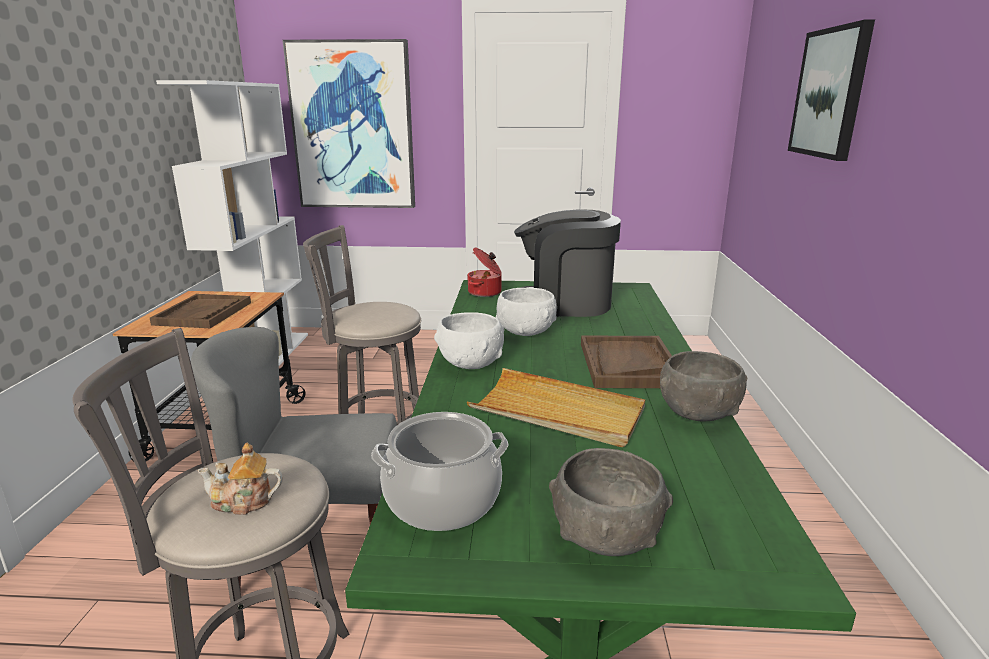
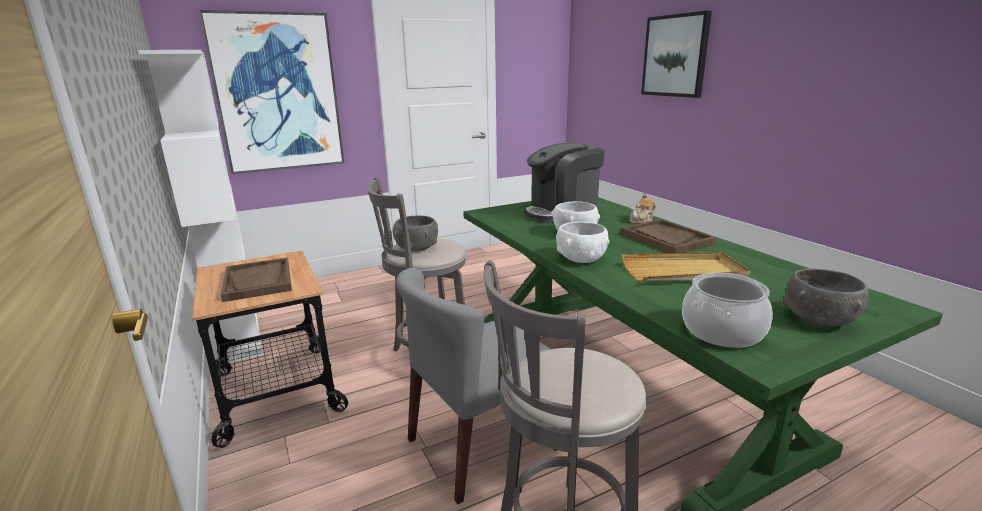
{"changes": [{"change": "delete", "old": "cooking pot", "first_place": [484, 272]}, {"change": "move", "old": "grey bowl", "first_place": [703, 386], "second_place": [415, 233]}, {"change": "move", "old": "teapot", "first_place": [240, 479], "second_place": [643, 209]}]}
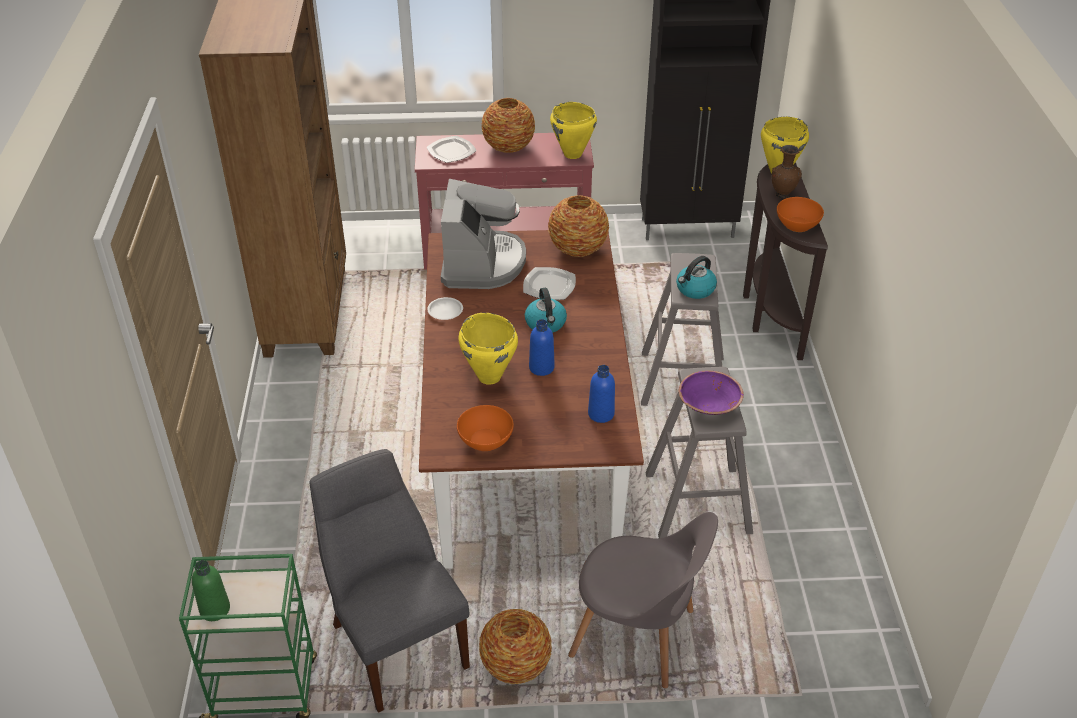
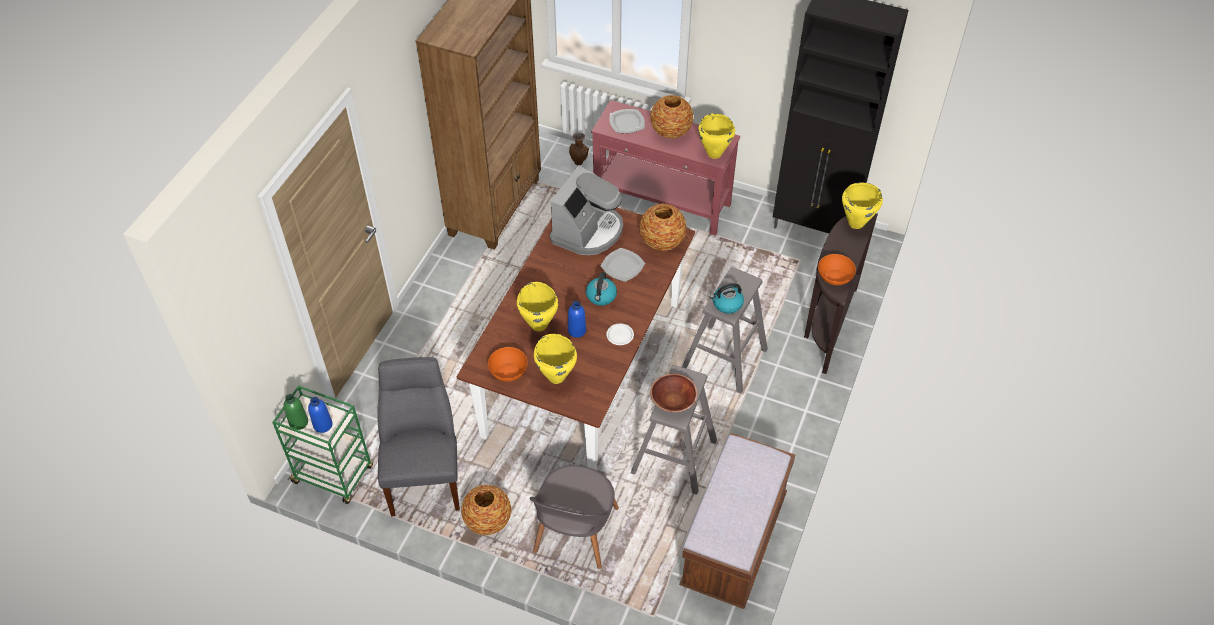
{"changes": [{"change": "move", "old": "brown vase", "first_place": [787, 172], "second_place": [579, 148]}, {"change": "move", "old": "white plate", "first_place": [445, 308], "second_place": [620, 334]}, {"change": "move", "old": "blue bottle", "first_place": [601, 394], "second_place": [320, 415]}, {"change": "recolor", "old": "purple bowl", "new": "brown bowl", "first_place": [711, 393], "second_place": [674, 393]}, {"change": "rotate", "old": "grey chair", "first_place": [643, 600], "second_place": [574, 517], "degrees": 60}, {"change": "insert", "new": "yellow cooking pot", "second_place": [555, 359]}, {"change": "insert", "new": "brown bench", "second_place": [737, 521]}]}
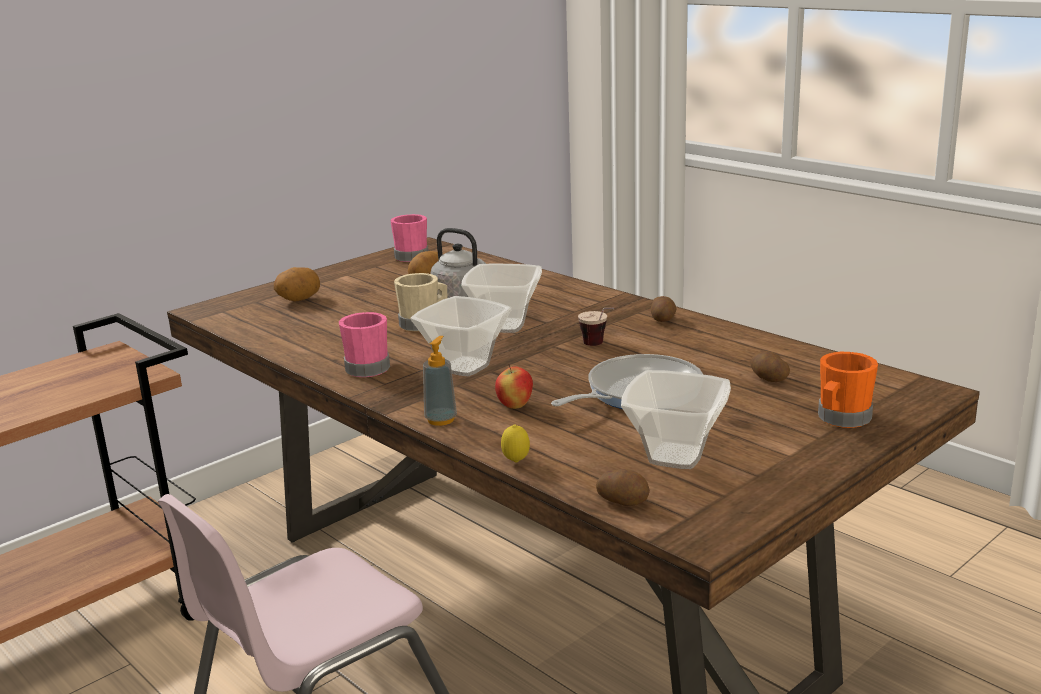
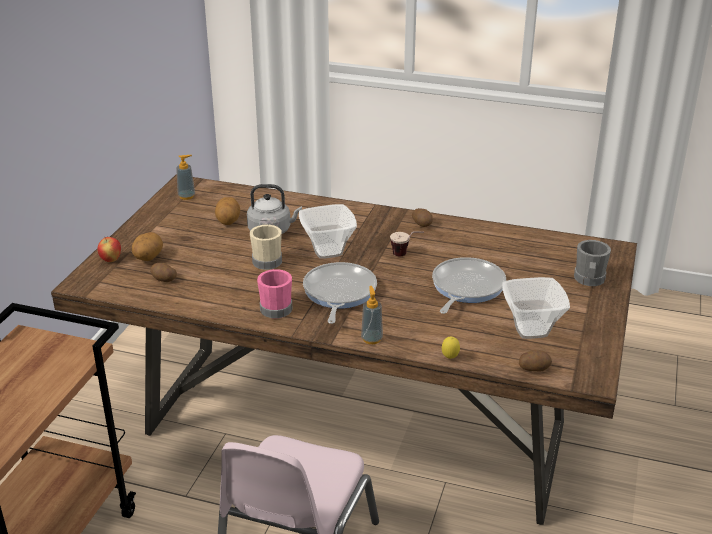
{"changes": [{"change": "replace", "old": "pink mug", "new": "soap dispenser", "first_place": [409, 238], "second_place": [185, 177]}, {"change": "replace", "old": "bowl", "new": "frying pan", "first_place": [461, 336], "second_place": [340, 293]}, {"change": "move", "old": "potato", "first_place": [770, 366], "second_place": [163, 272]}, {"change": "recolor", "old": "orange mug", "new": "grey mug", "first_place": [848, 390], "second_place": [592, 263]}, {"change": "move", "old": "apple", "first_place": [514, 386], "second_place": [109, 249]}]}
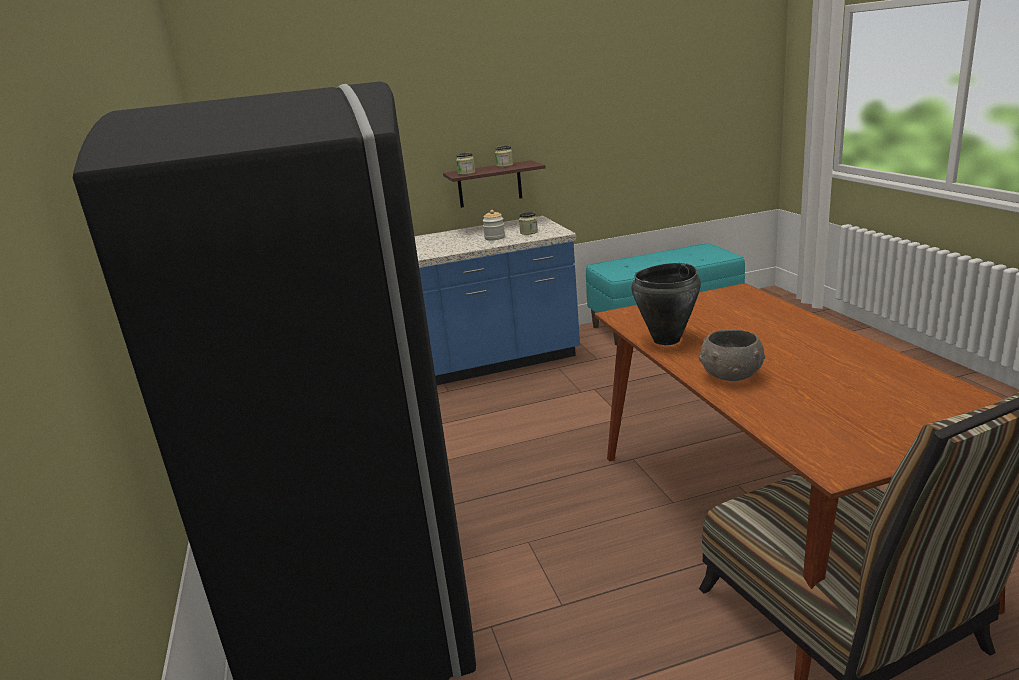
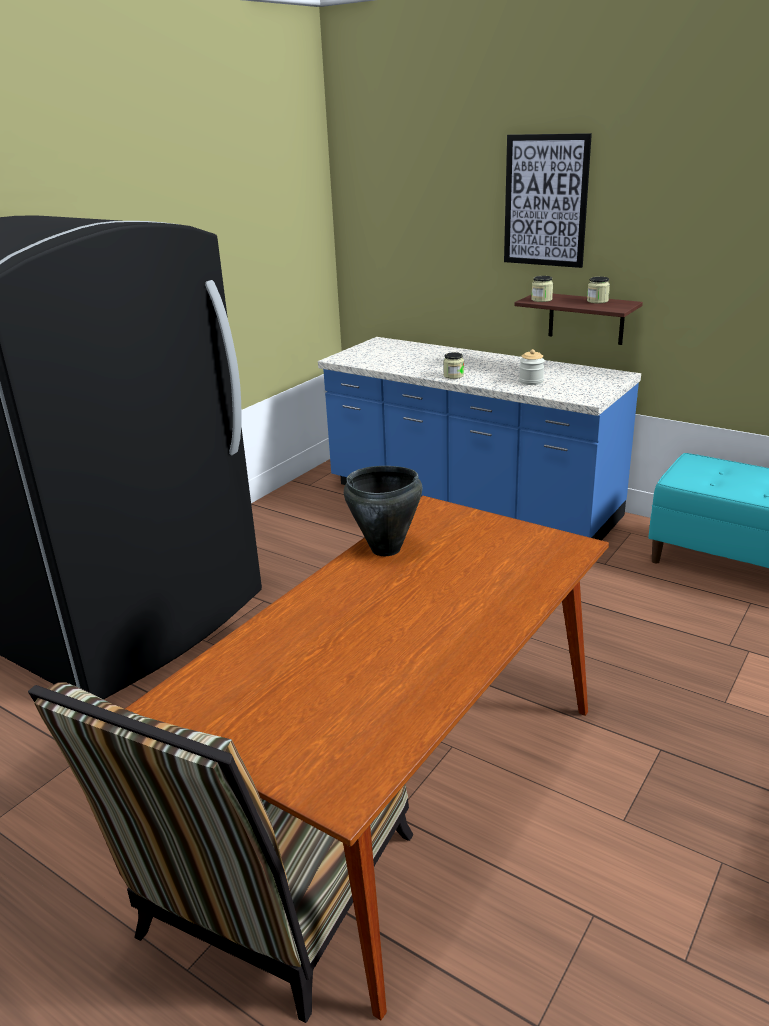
{"changes": [{"change": "move", "old": "jar", "first_place": [528, 223], "second_place": [453, 365]}, {"change": "delete", "old": "grey bowl", "first_place": [732, 355]}, {"change": "insert", "new": "picture", "second_place": [548, 200]}]}
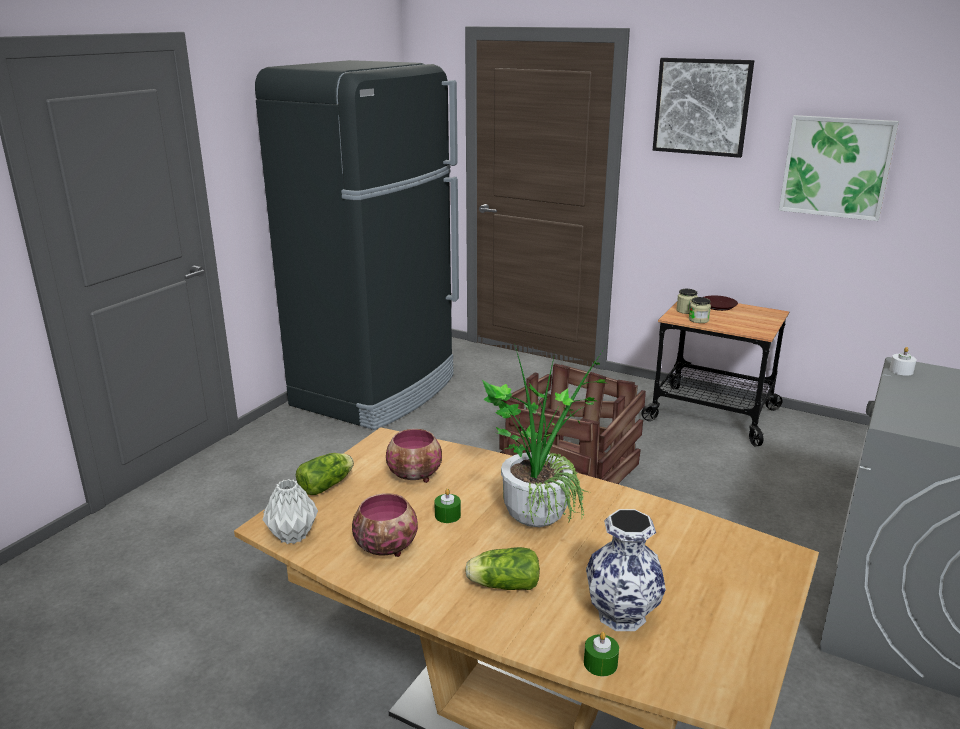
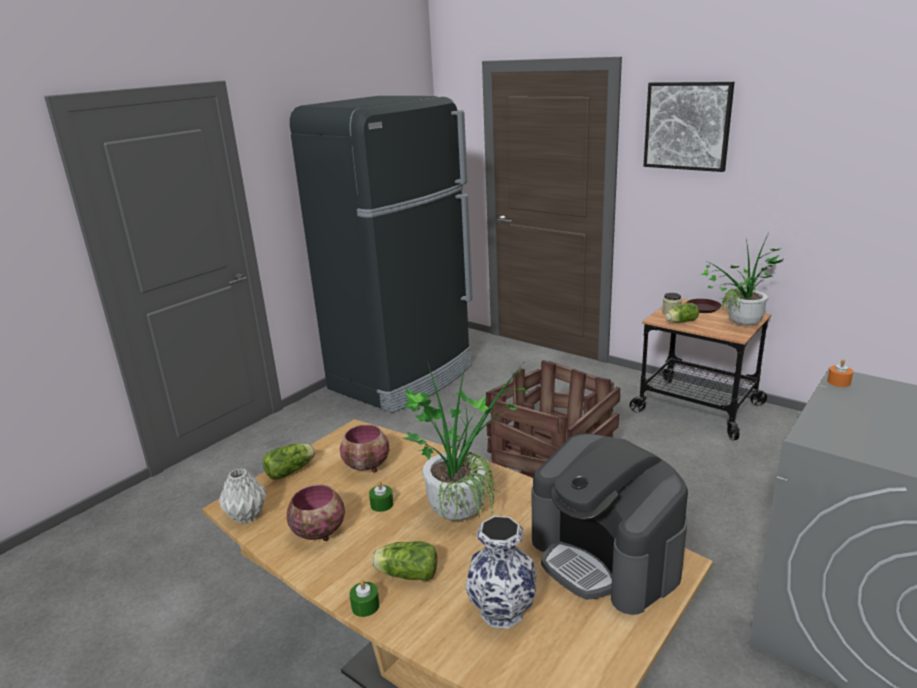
{"changes": [{"change": "delete", "old": "picture", "first_place": [839, 168]}, {"change": "replace", "old": "jar", "new": "lettuce", "first_place": [700, 310], "second_place": [682, 313]}, {"change": "recolor", "old": "white candle", "new": "orange candle", "first_place": [903, 361], "second_place": [840, 373]}, {"change": "move", "old": "green candle", "first_place": [601, 654], "second_place": [364, 598]}, {"change": "insert", "new": "potted plant", "second_place": [742, 278]}, {"change": "insert", "new": "coffee machine", "second_place": [609, 524]}]}
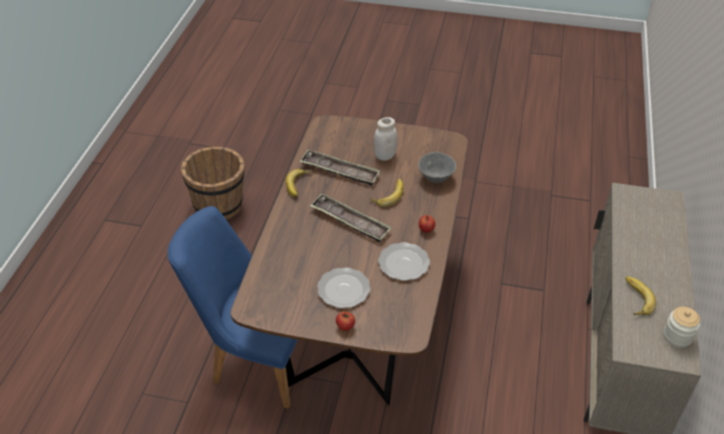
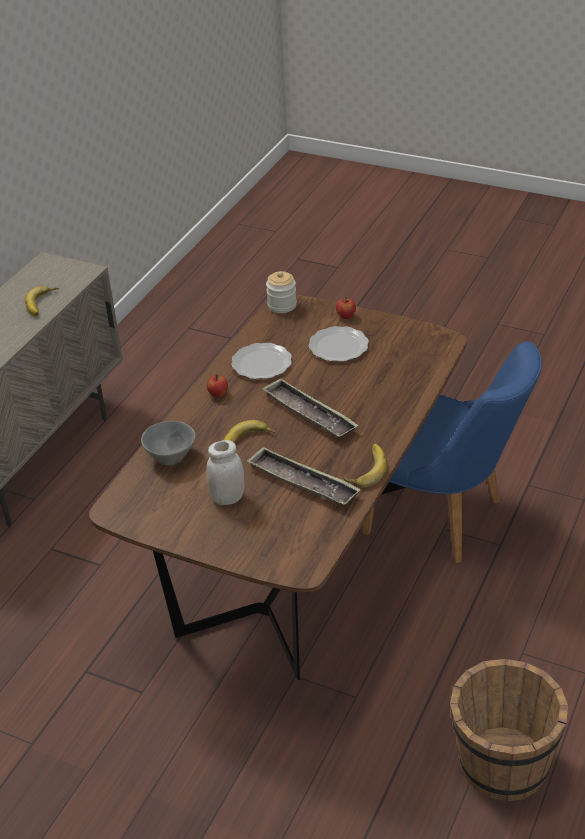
{"changes": [{"change": "move", "old": "jar", "first_place": [682, 327], "second_place": [281, 292]}]}
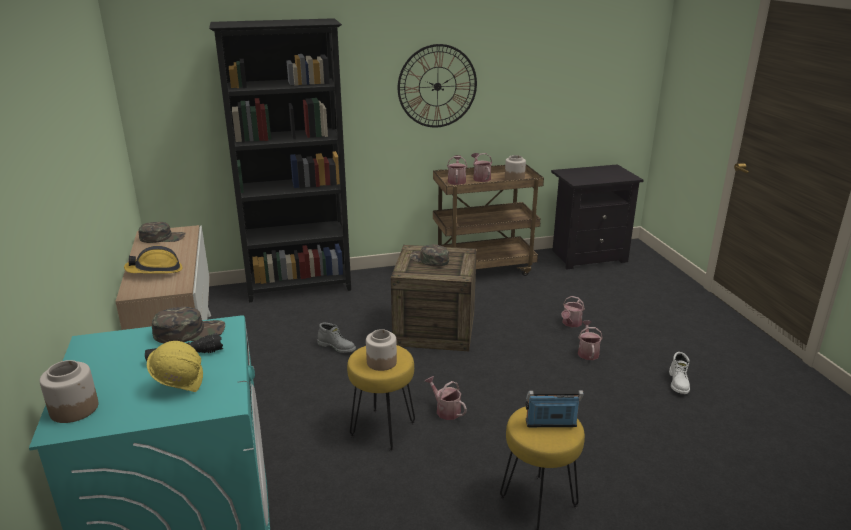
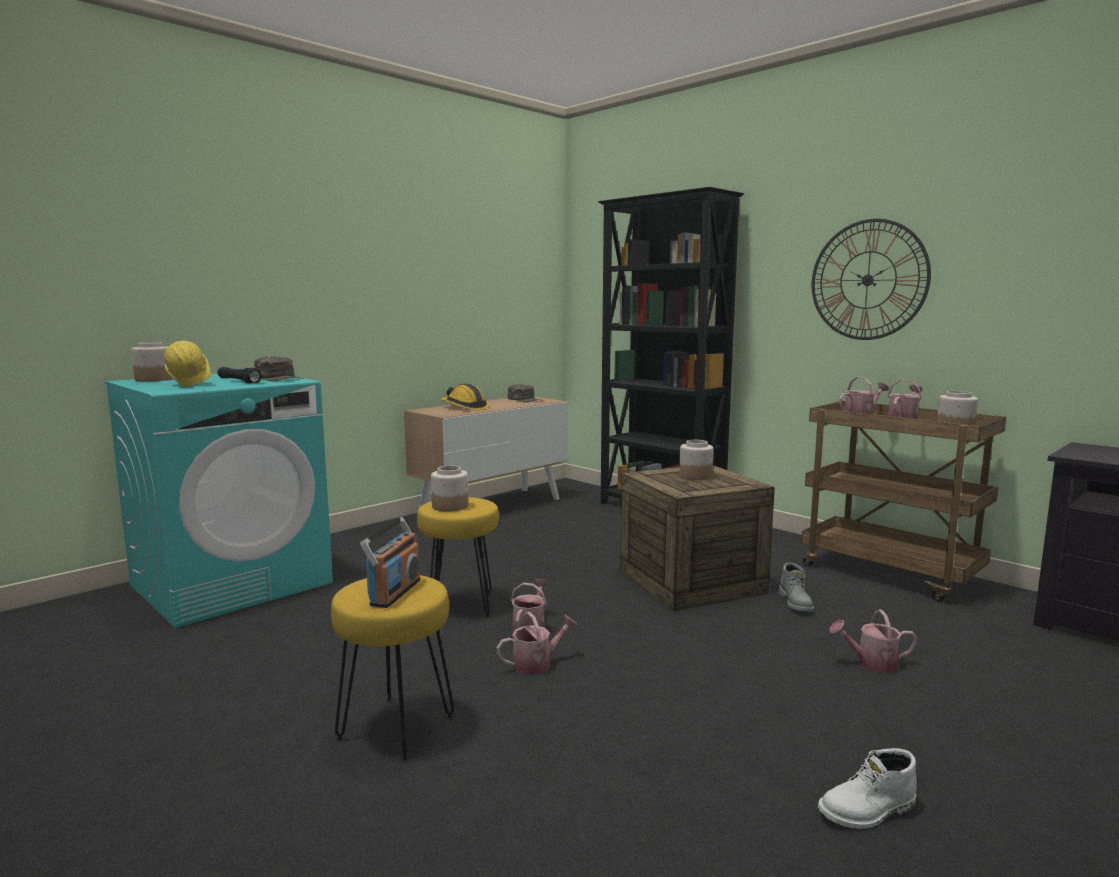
{"changes": [{"change": "replace", "old": "green cap", "new": "jar", "first_place": [429, 255], "second_place": [696, 460]}, {"change": "move", "old": "watering can", "first_place": [590, 340], "second_place": [537, 643]}, {"change": "move", "old": "grey boot", "first_place": [337, 338], "second_place": [796, 587]}, {"change": "rotate", "old": "radio", "first_place": [555, 408], "second_place": [390, 562], "degrees": 45}]}
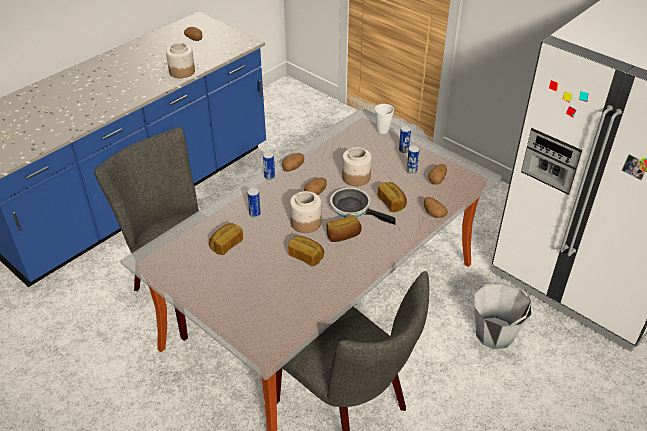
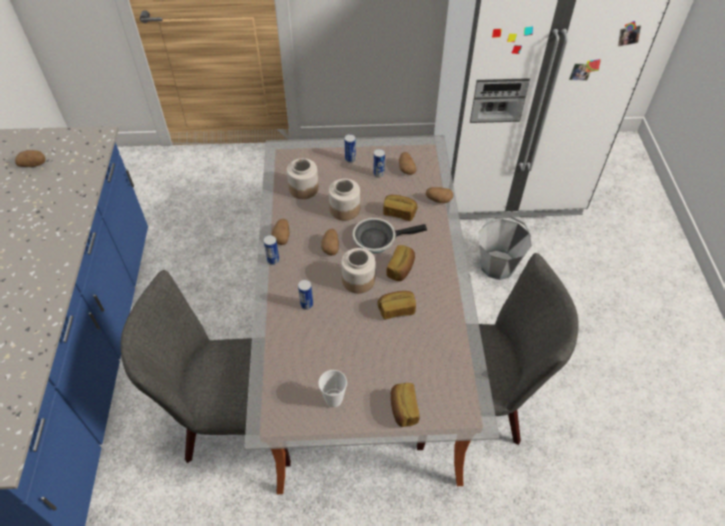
{"changes": [{"change": "move", "old": "jar", "first_place": [180, 60], "second_place": [303, 178]}, {"change": "move", "old": "cup", "first_place": [384, 119], "second_place": [332, 388]}, {"change": "move", "old": "bread", "first_place": [226, 239], "second_place": [405, 405]}]}
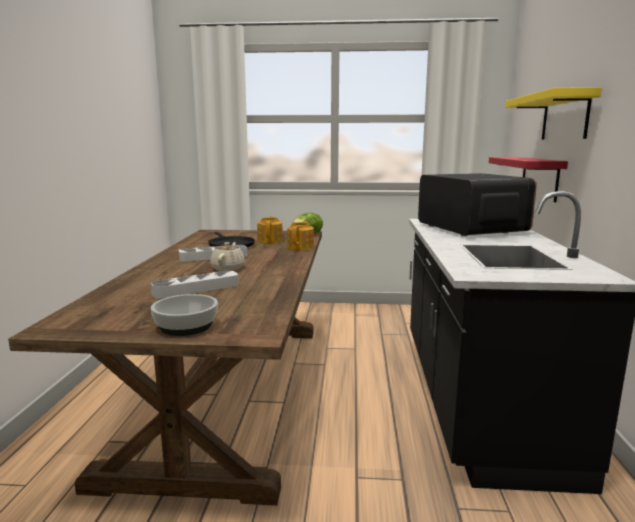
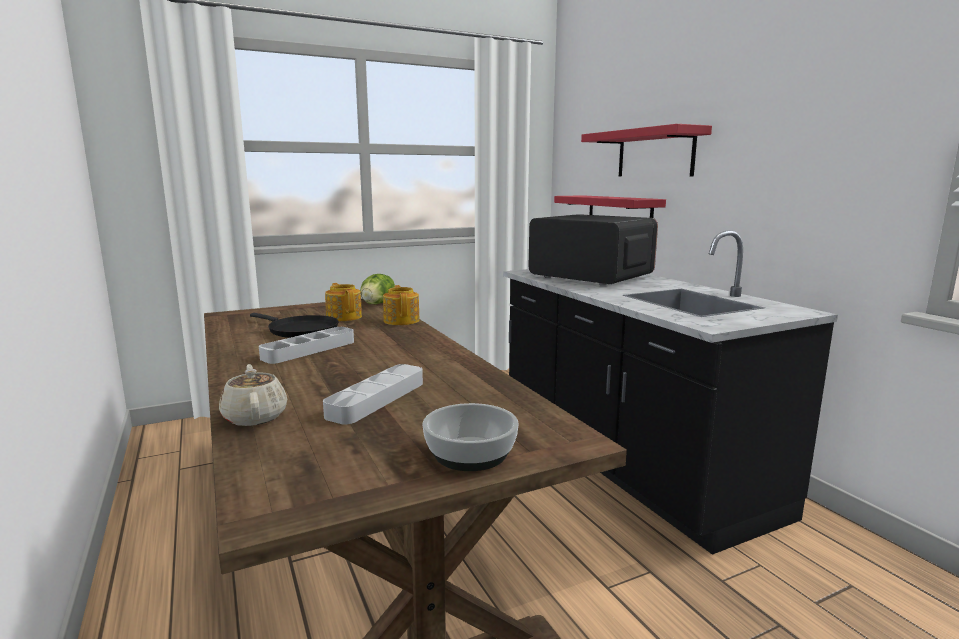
{"changes": [{"change": "recolor", "old": "yellow shelf", "new": "red shelf", "first_place": [553, 113], "second_place": [646, 150]}, {"change": "move", "old": "beige teapot", "first_place": [227, 256], "second_place": [253, 395]}]}
